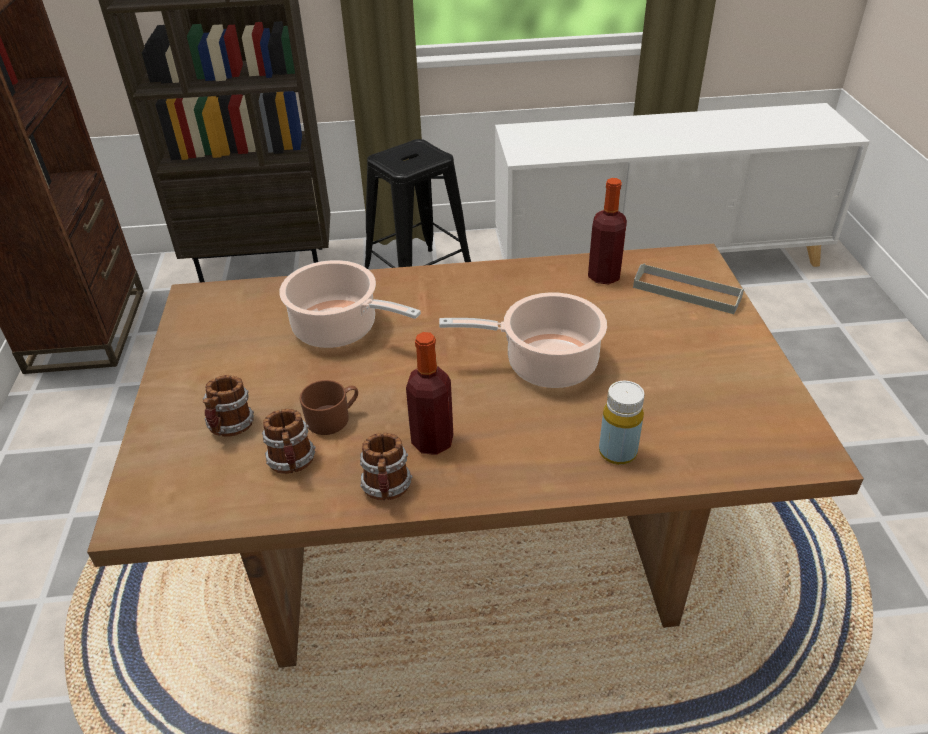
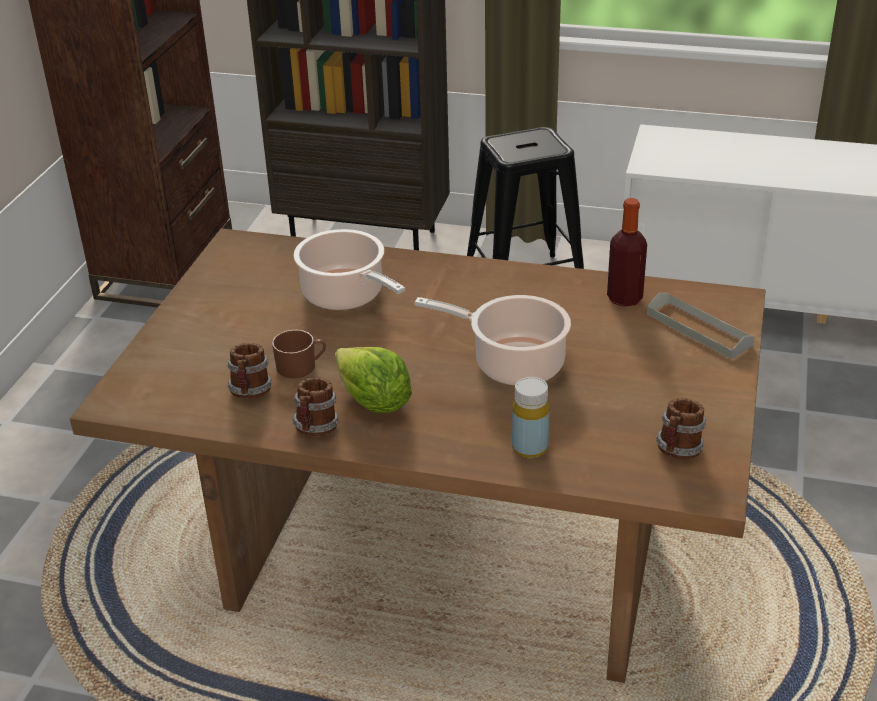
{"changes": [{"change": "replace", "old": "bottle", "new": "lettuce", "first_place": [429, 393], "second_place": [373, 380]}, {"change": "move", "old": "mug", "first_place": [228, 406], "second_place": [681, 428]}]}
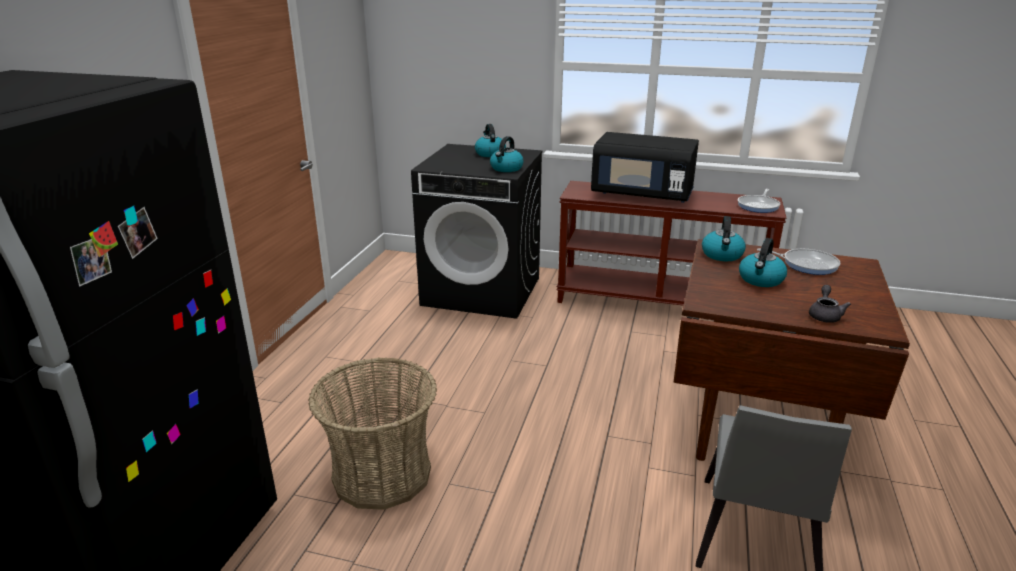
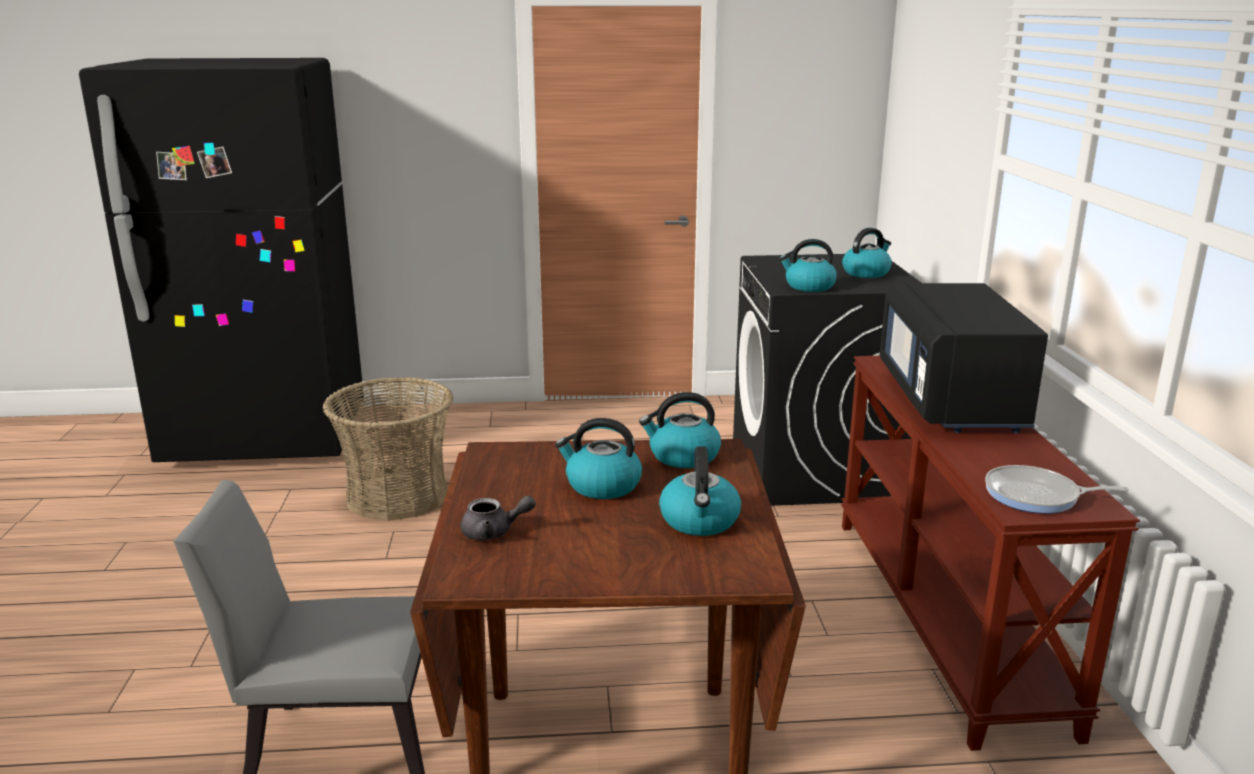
{"changes": [{"change": "replace", "old": "frying pan", "new": "kettle", "first_place": [798, 261], "second_place": [700, 491]}]}
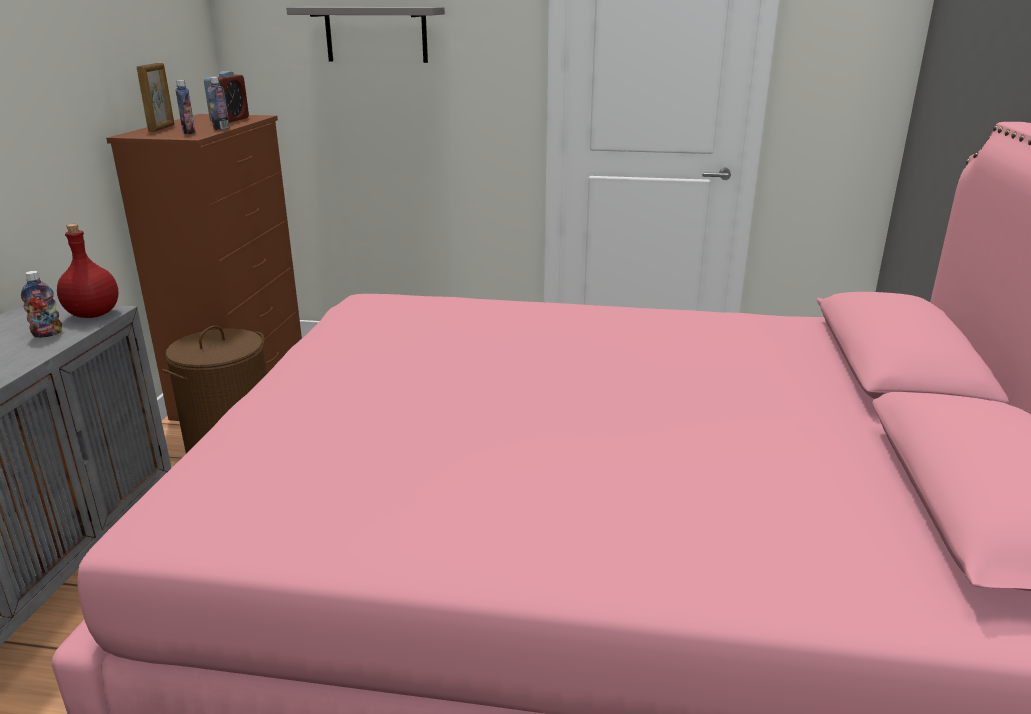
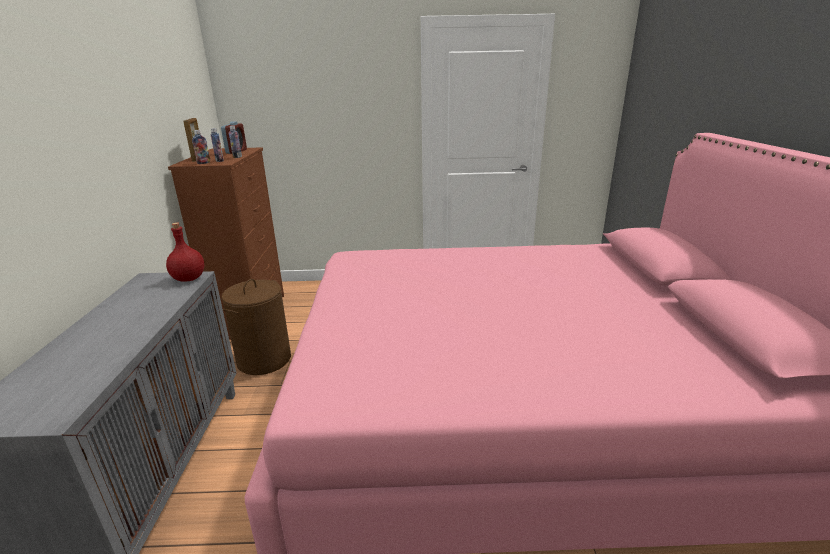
{"changes": [{"change": "delete", "old": "grey shelf", "first_place": [365, 35]}, {"change": "move", "old": "bottle", "first_place": [41, 304], "second_place": [201, 147]}]}
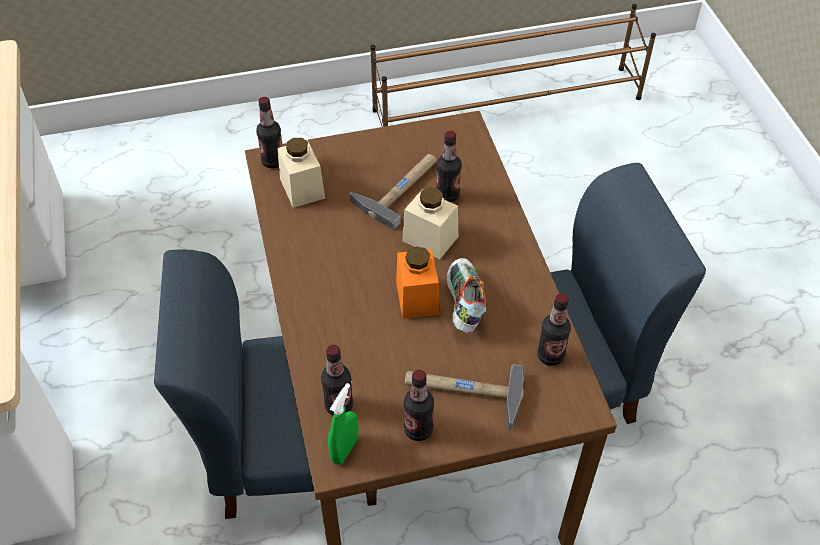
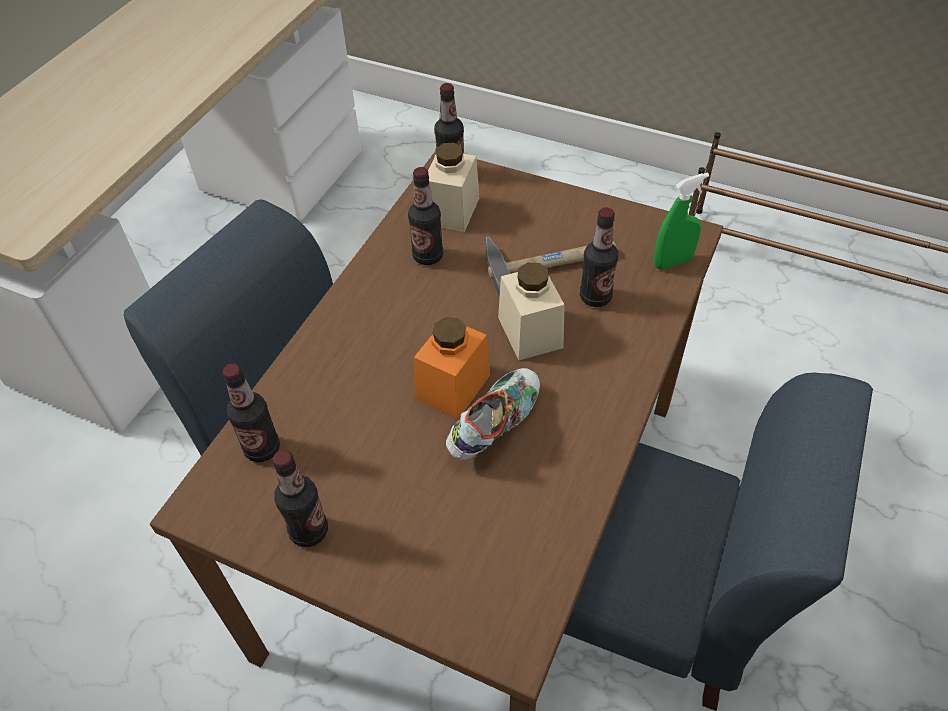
{"changes": [{"change": "move", "old": "bottle", "first_place": [554, 329], "second_place": [425, 216]}, {"change": "delete", "old": "hammer", "first_place": [465, 397]}, {"change": "move", "old": "green spray bottle", "first_place": [343, 423], "second_place": [681, 221]}]}
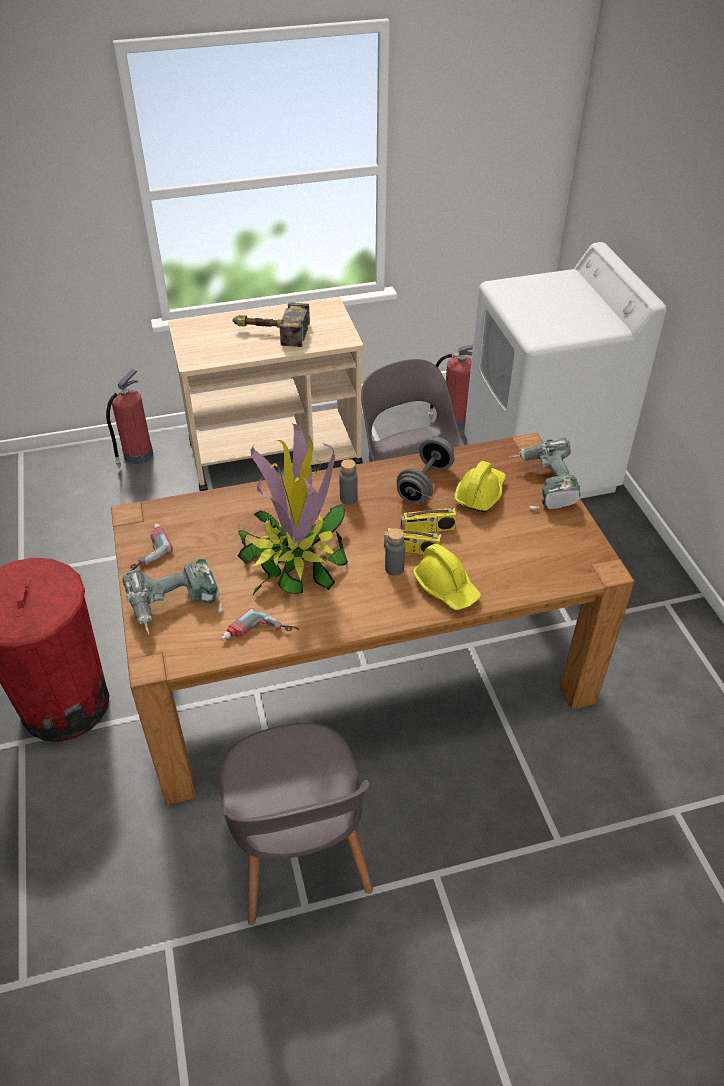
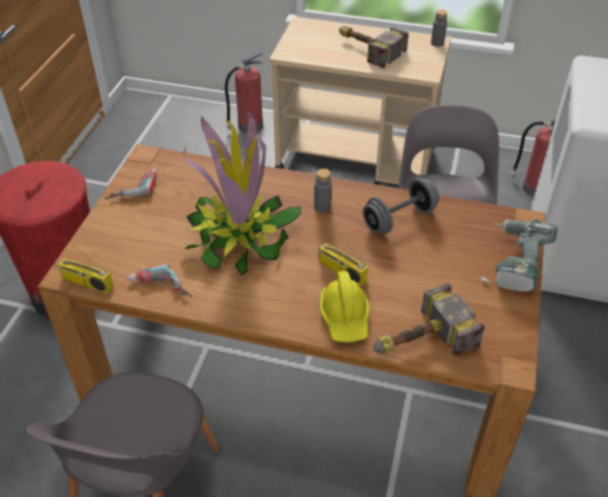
{"changes": [{"change": "delete", "old": "yellow hard hat", "first_place": [480, 486]}, {"change": "move", "old": "radio", "first_place": [429, 511], "second_place": [86, 266]}, {"change": "move", "old": "grey bottle", "first_place": [395, 552], "second_place": [439, 28]}, {"change": "delete", "old": "power drill", "first_place": [173, 596]}, {"change": "insert", "new": "hammer", "second_place": [429, 319]}]}
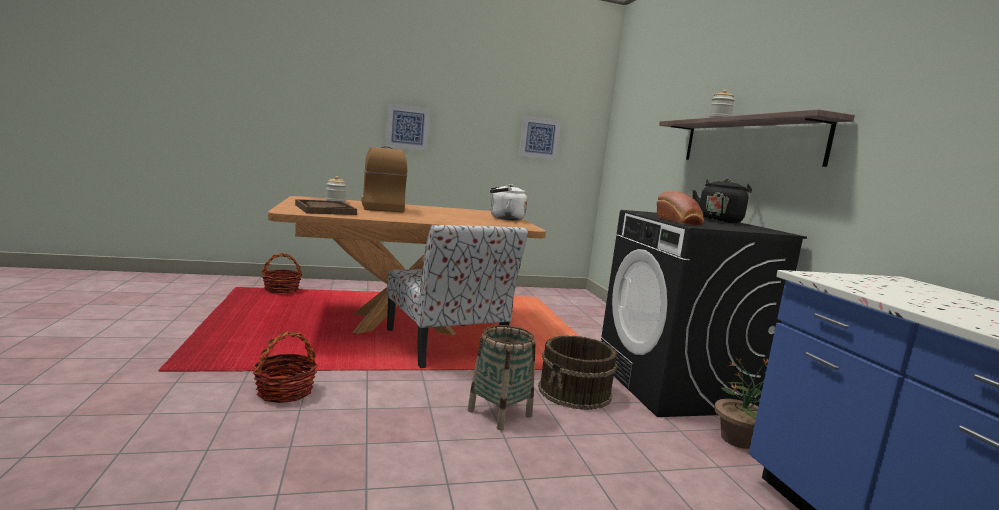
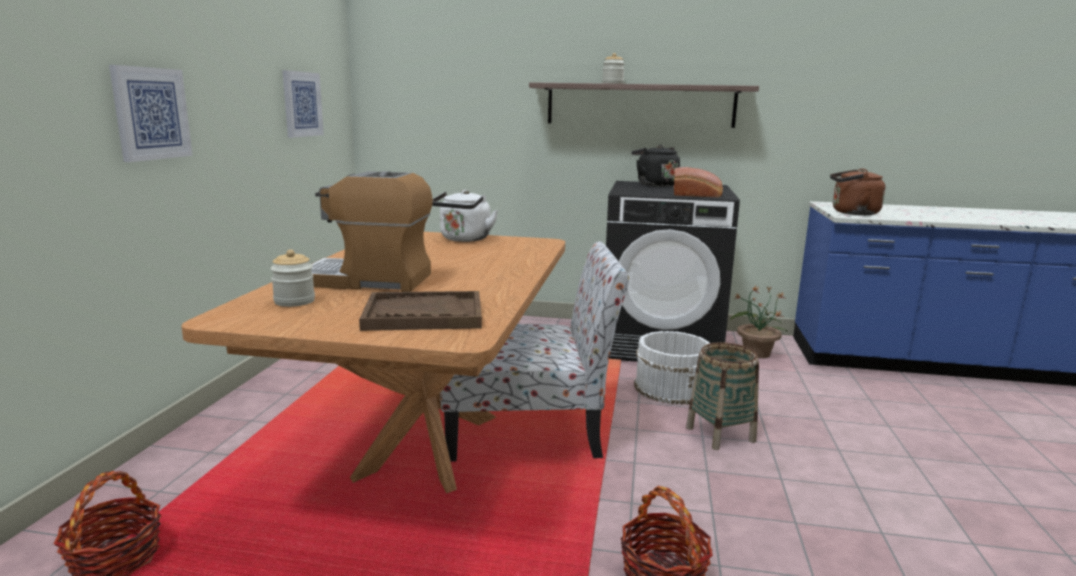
{"changes": [{"change": "recolor", "old": "brown bucket", "new": "white bucket", "first_place": [577, 372], "second_place": [672, 368]}, {"change": "insert", "new": "brown kettle", "second_place": [857, 191]}]}
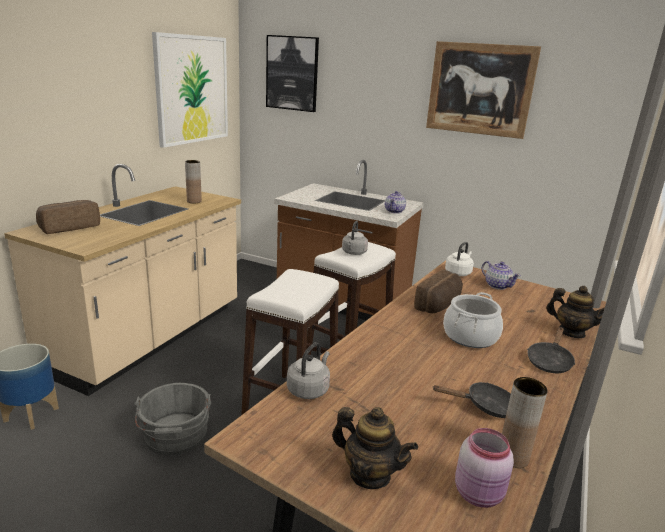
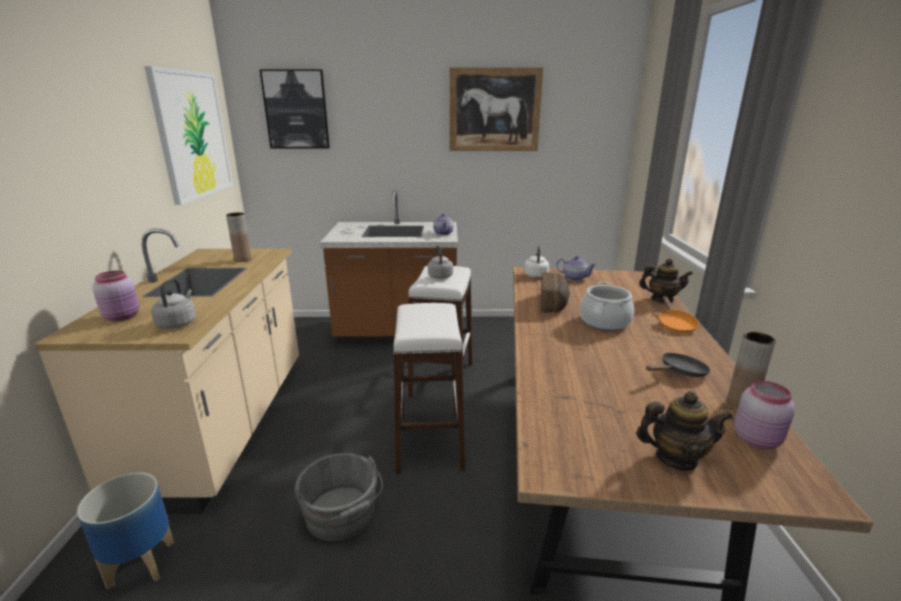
{"changes": [{"change": "replace", "old": "bread", "new": "pink jar", "first_place": [68, 217], "second_place": [116, 295]}, {"change": "recolor", "old": "black frying pan", "new": "orange frying pan", "first_place": [551, 350], "second_place": [678, 314]}, {"change": "move", "old": "grey kettle", "first_place": [308, 370], "second_place": [173, 303]}]}
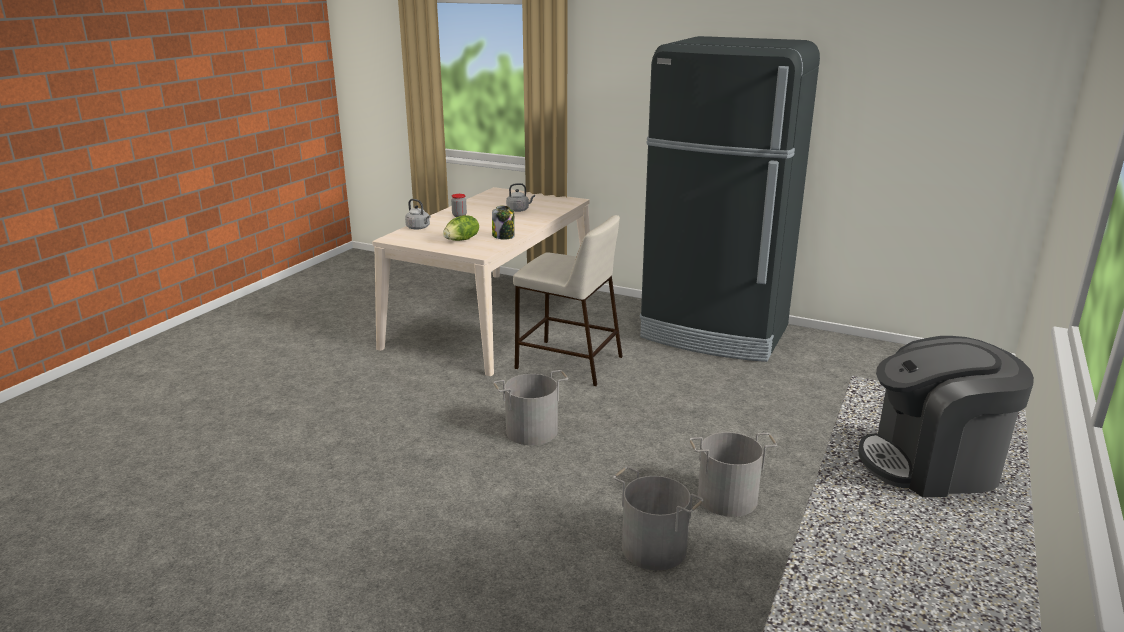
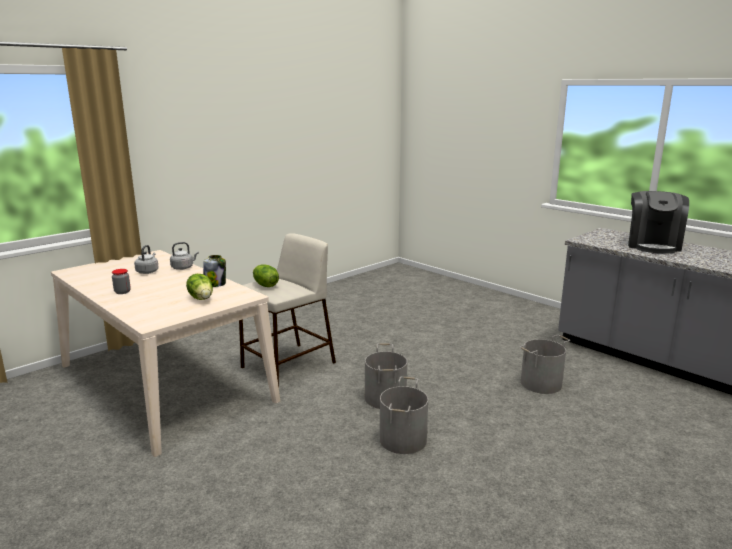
{"changes": [{"change": "delete", "old": "black fridge", "first_place": [730, 199]}, {"change": "move", "old": "grey kettle", "first_place": [418, 214], "second_place": [184, 256]}, {"change": "move", "old": "grey bucket", "first_place": [733, 474], "second_place": [404, 415]}, {"change": "insert", "new": "lettuce", "second_place": [266, 275]}]}
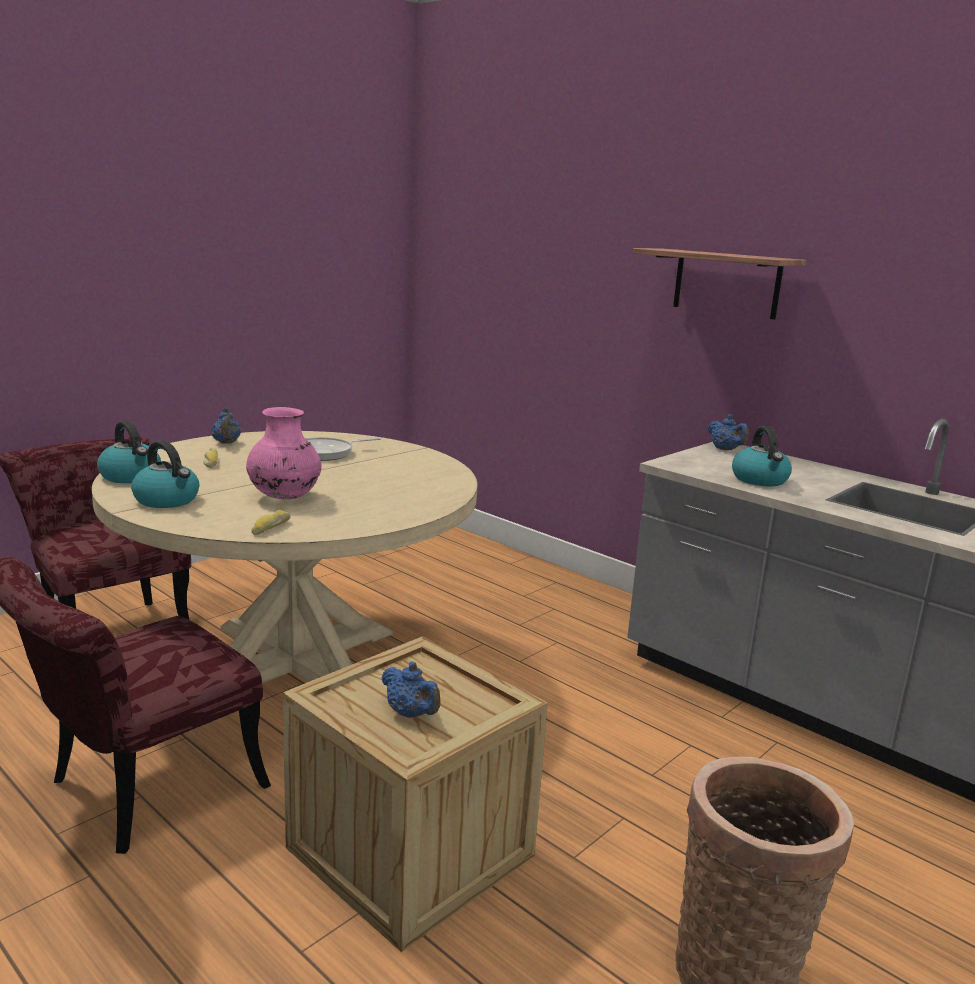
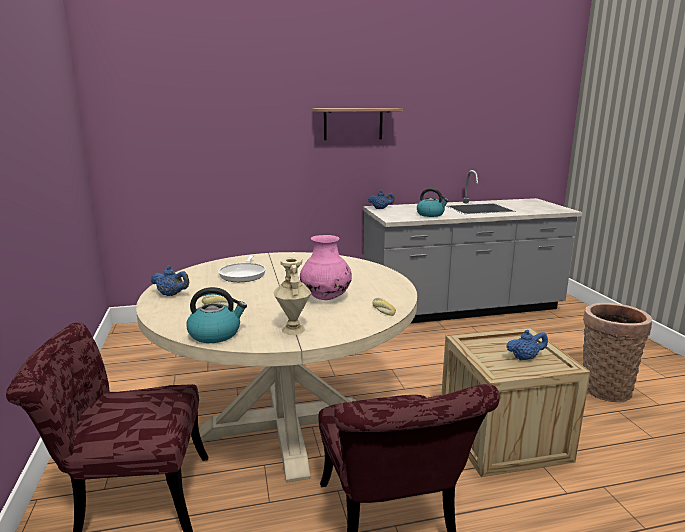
{"changes": [{"change": "replace", "old": "kettle", "new": "beige vase", "first_place": [165, 474], "second_place": [292, 296]}]}
